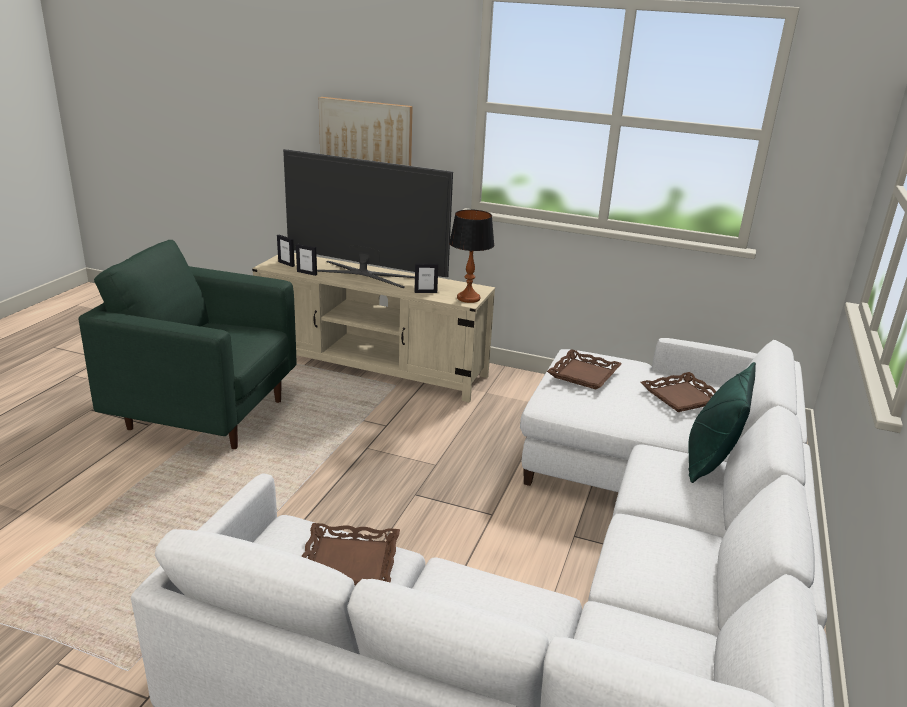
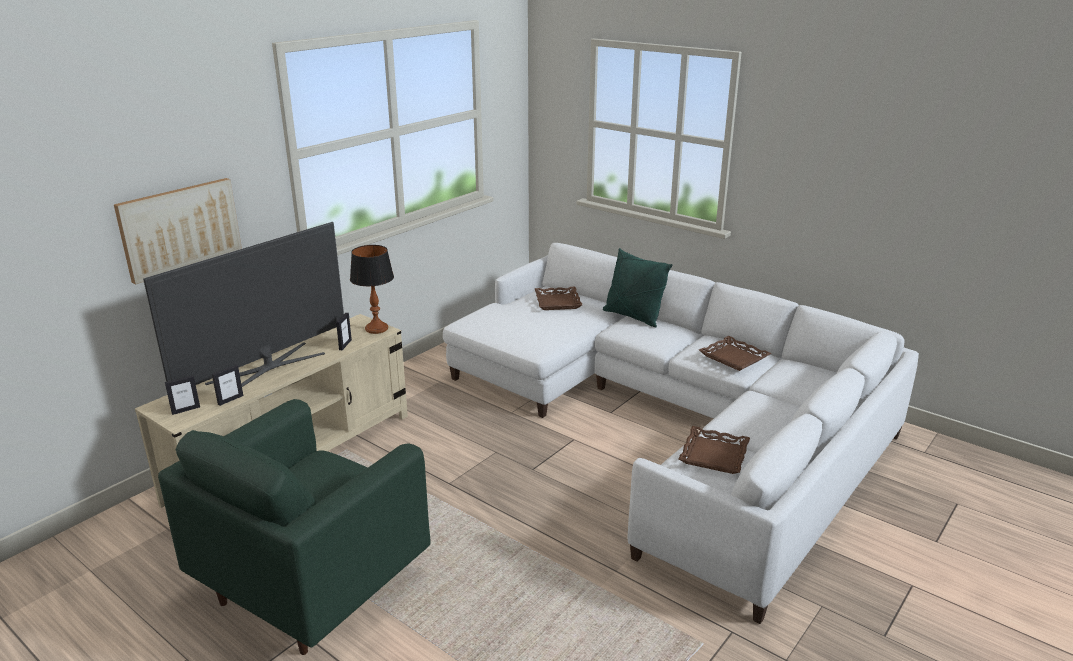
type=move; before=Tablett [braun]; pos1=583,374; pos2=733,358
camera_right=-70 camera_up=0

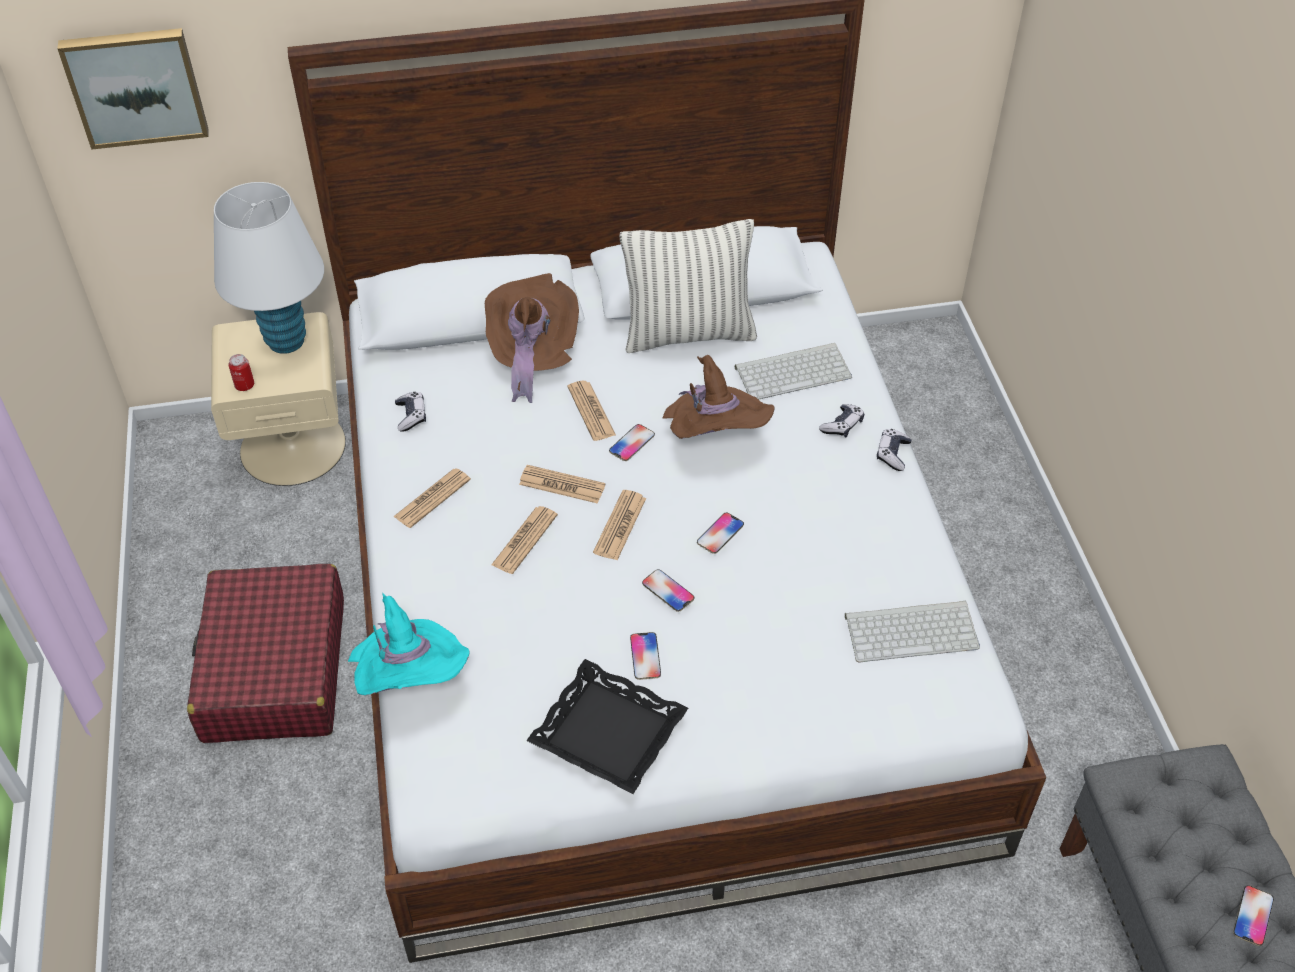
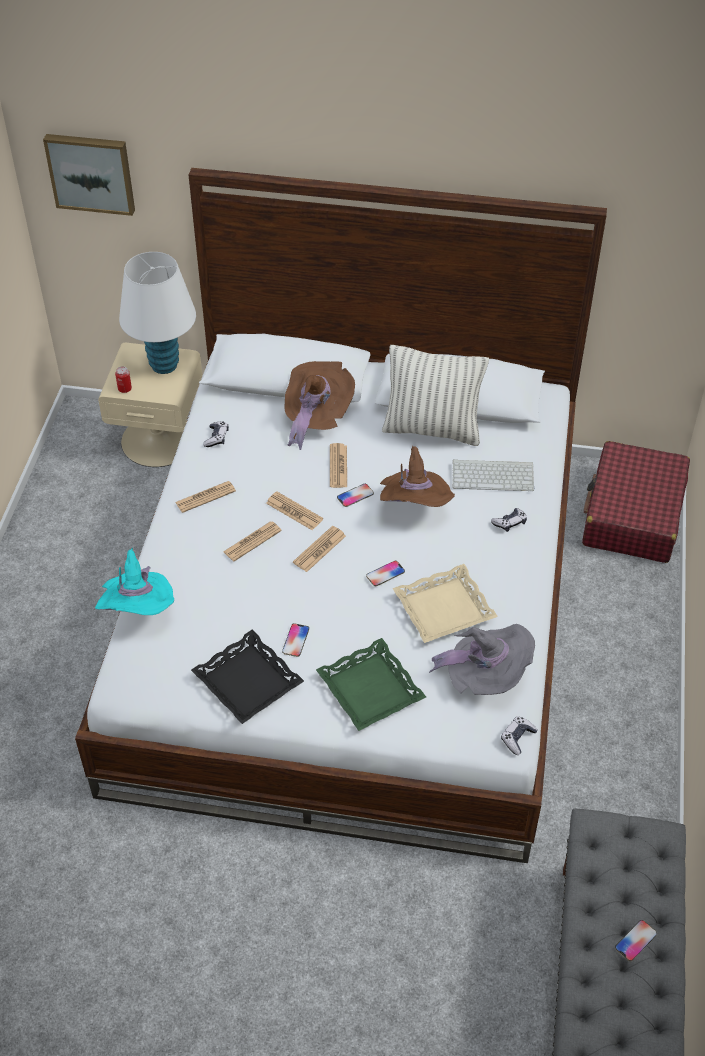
type=delete; before=Handy; pos1=668,591
type=insert; after=Tablett [grün]; pos2=369,689
type=insert; after=Tablett [beige]; pos2=444,608
type=move; before=Koffer [rot]; pos1=274,670; pos2=632,515
type=move; before=Gamepad; pos1=892,454; pos2=517,738
type=replace; before=Tastatur; after=Hut [grau]; pos1=912,630; pos2=486,677
camera_right=20 camera_up=0

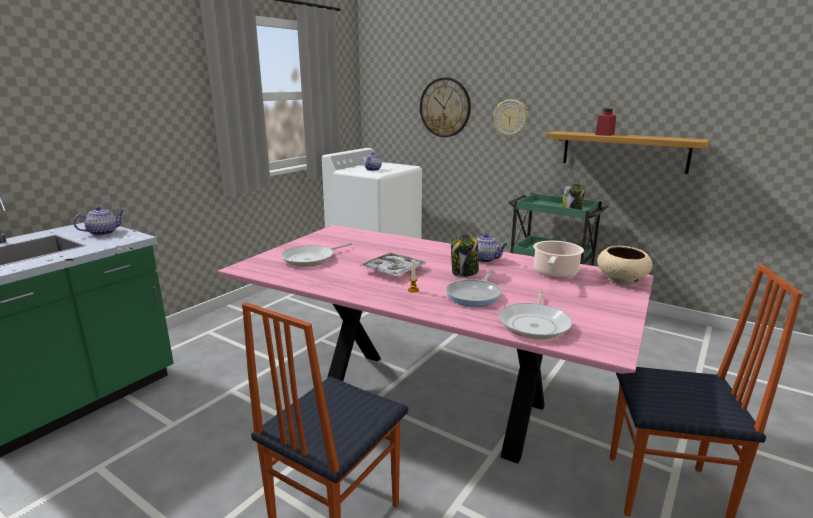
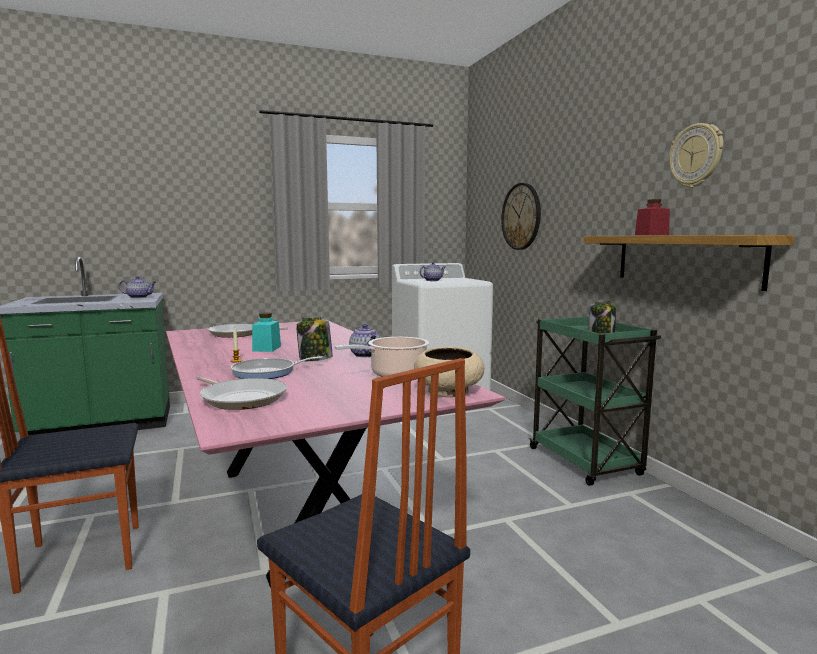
type=move; before=Wanduhr; pos1=511,118; pos2=696,156
type=replace; before=Tablett; after=Vorratsglas [türkis]; pos1=393,270; pos2=266,348
type=rotate; before=Pfanne; pos1=535,324; pos2=241,398; turn=-105
camera_right=35 camera_up=-10

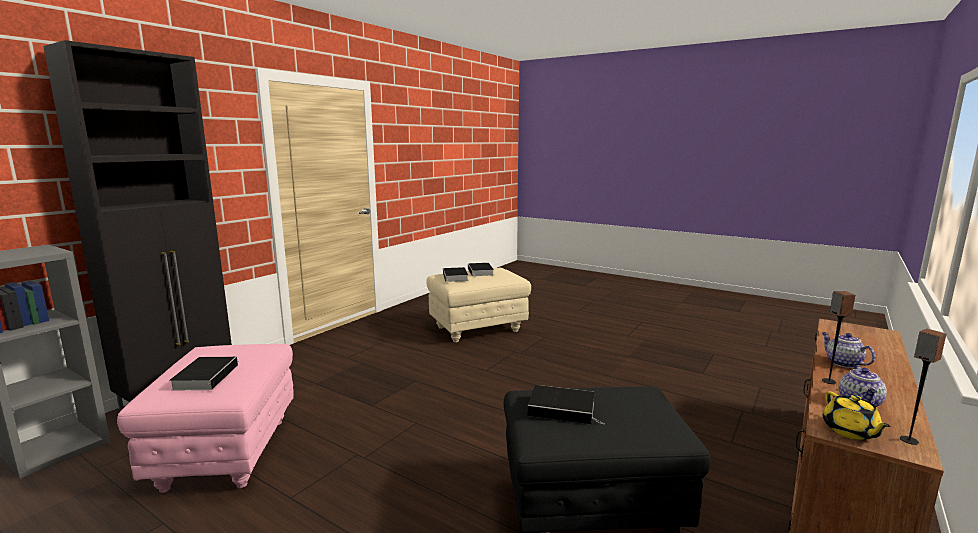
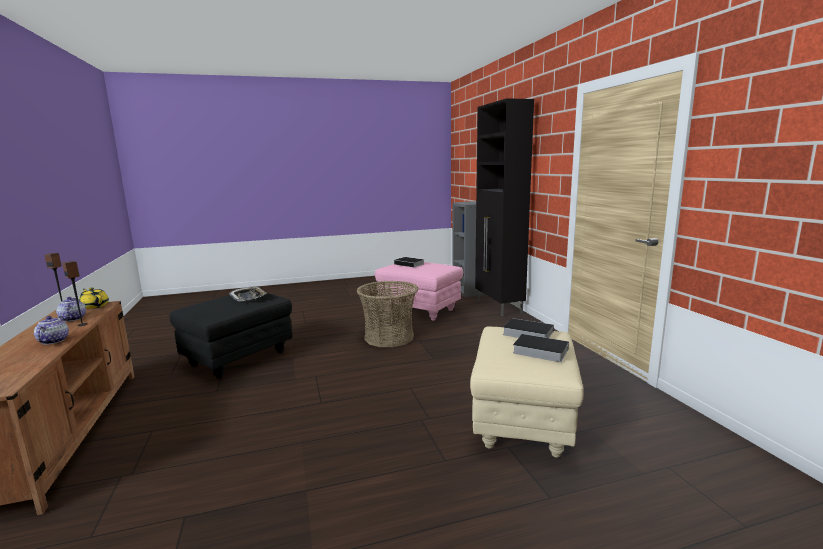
type=insert; after=Korb; pos2=389,337
type=replace; before=Buch; after=Tablett; pos1=564,409; pos2=248,297
type=rotate; before=Teekanne; pos1=842,363; pos2=53,341; turn=-120
camera_right=130 camera_up=0

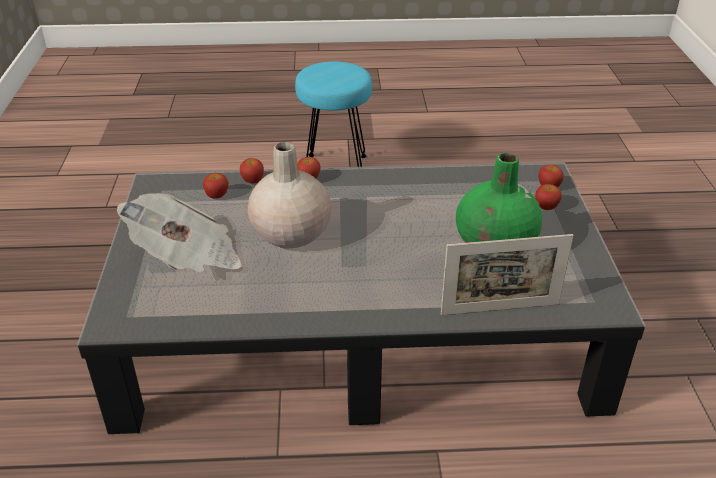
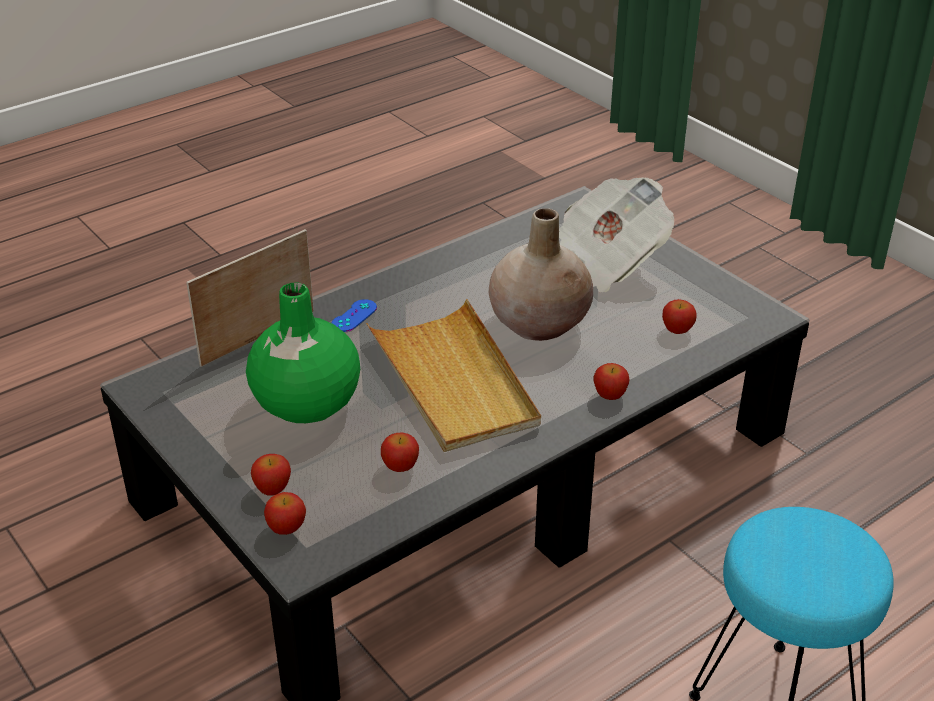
type=insert; after=Gamepad [blau]; pos2=354,316
type=insert; after=Tablett [beige]; pos2=453,381
type=move; before=Apfel; pos1=252,180; pos2=400,466
camera_right=145 camera_up=0

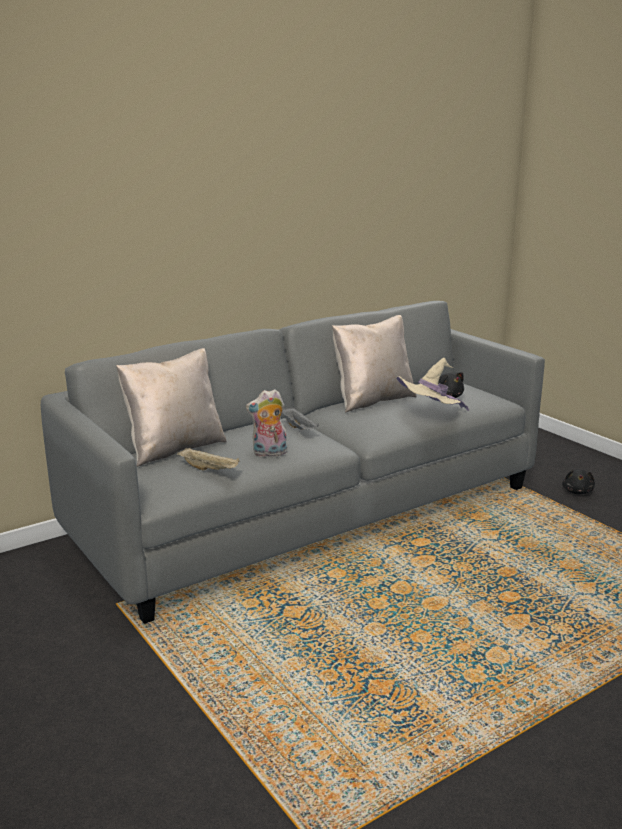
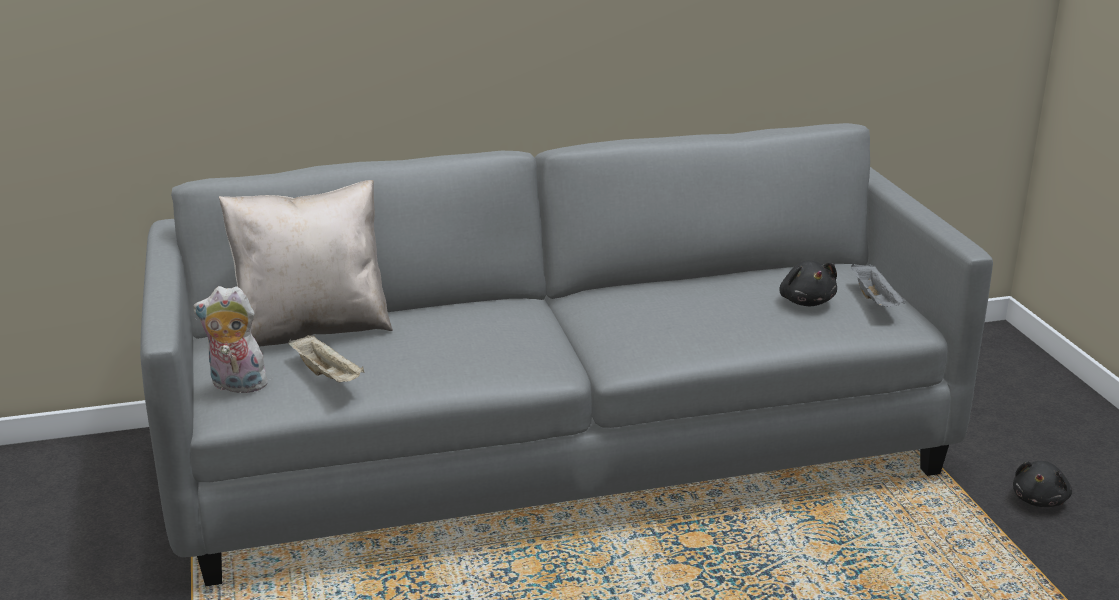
type=delete; before=Kissen [beige]; pos1=372,400
type=delete; before=Hut [beige]; pos1=429,416
type=move; before=Plüschtier; pos1=269,453; pos2=236,386
type=move; before=Tablett [grau]; pos1=299,428; pos2=875,300
camera_right=20 camera_up=5

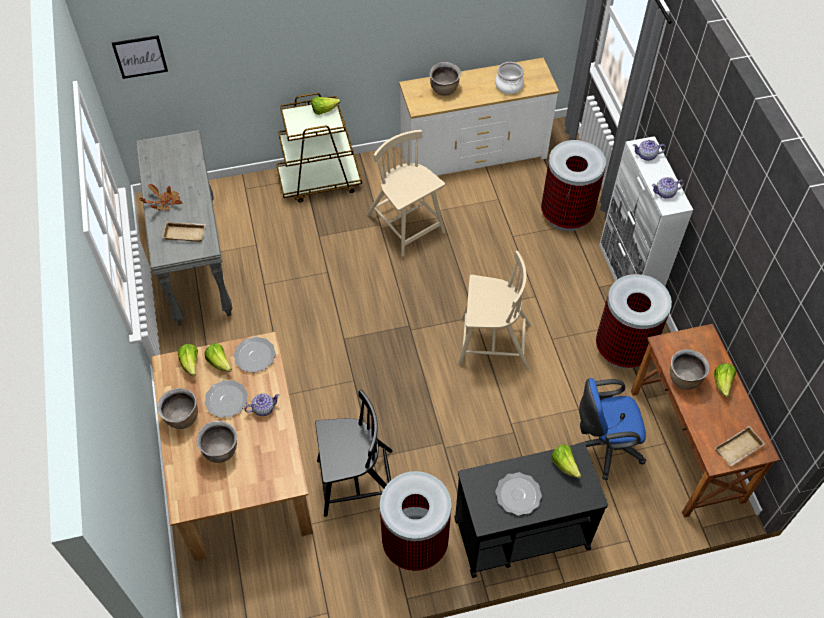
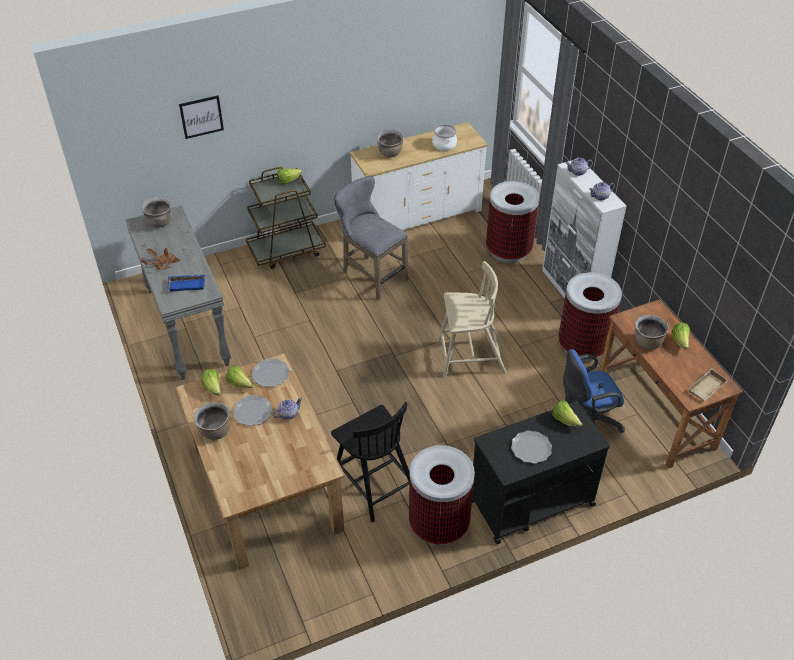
type=move; before=Bild; pos1=140,56; pos2=201,117
type=move; before=Kochtopf [braun]; pos1=221,450; pos2=160,222
type=replace; before=Stuhl [beige]; after=Hocker [grau]; pos1=406,225; pos2=371,275
type=recolor; before=Tablett [beige]; after=Tablett [blau]; pos1=185,233; pos2=187,284
type=rotate; before=Stuhl [schwarz]; pos1=356,482; pos2=374,483; turn=75
camera_right=-10 camera_up=-10

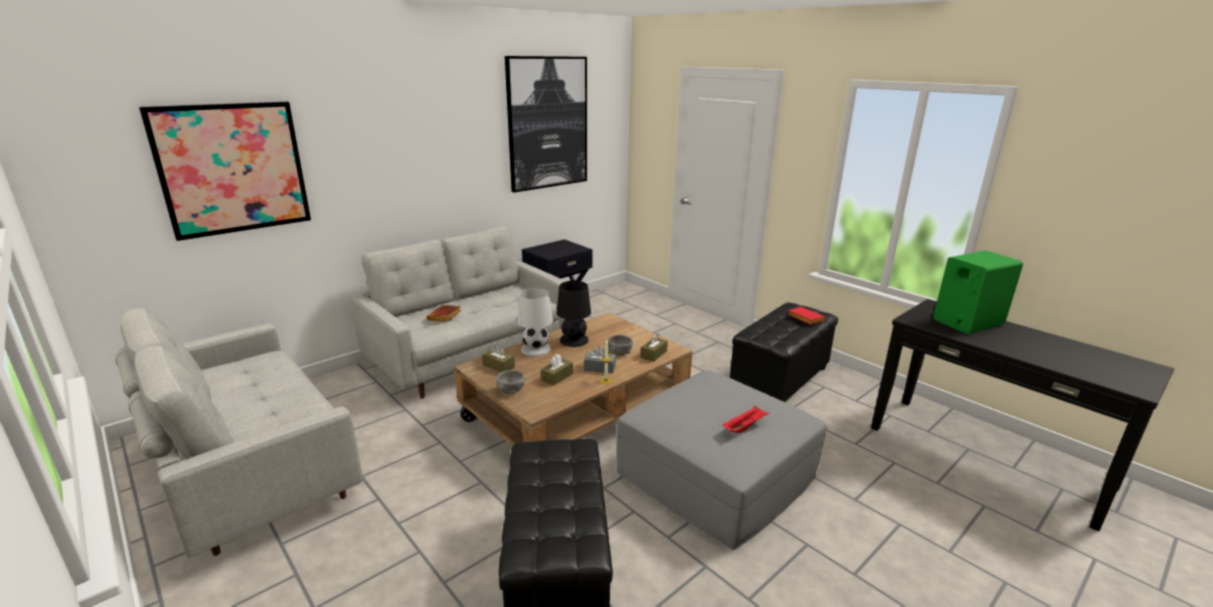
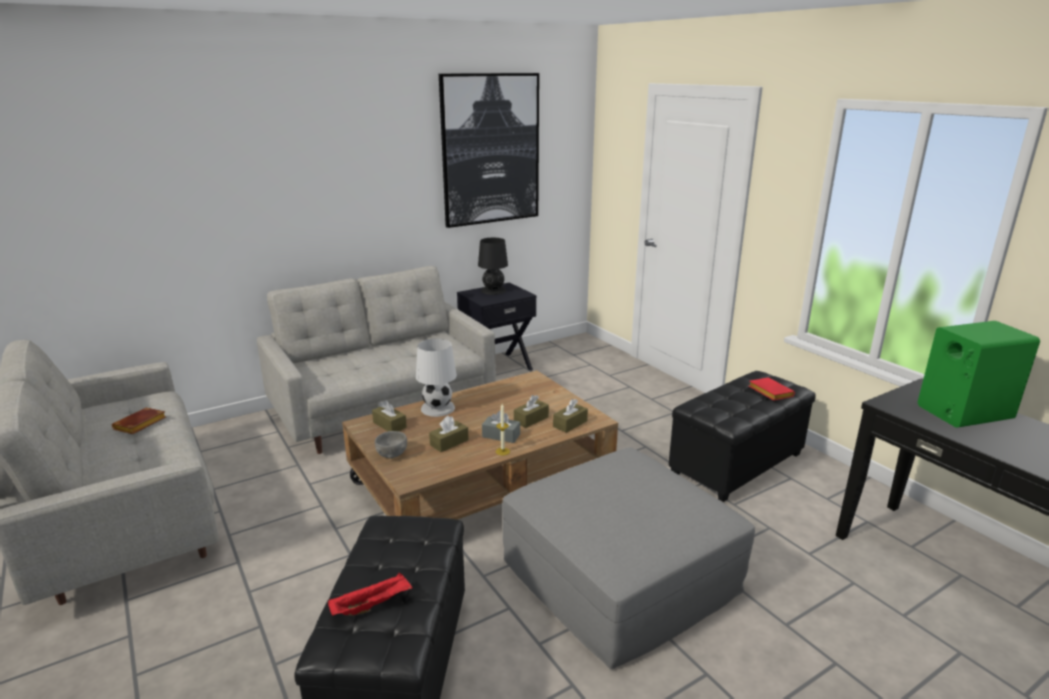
type=delete; before=Bild; pos1=233,168
type=move; before=Buch [braun]; pos1=445,316; pos2=140,425
type=move; before=Tischlampe [schwarz]; pos1=574,340; pos2=493,290
type=move; before=Tablett [rot]; pos1=745,427; pos2=372,605
type=replace; before=Schüssel [grau]; after=Taschentuchbox [braun]; pos1=619,353; pos2=531,419
camera_right=10 camera_up=0

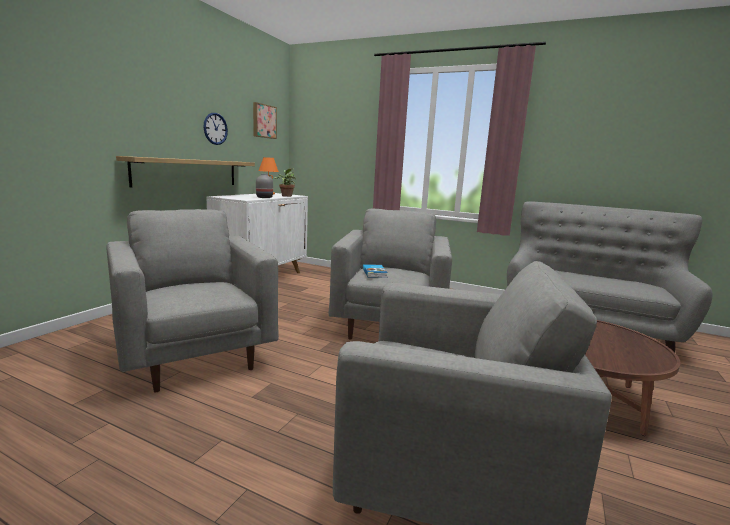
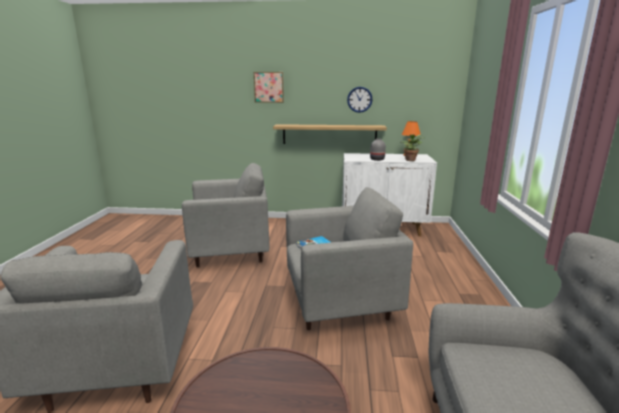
type=move; before=Bild; pos1=263,121; pos2=269,87
type=rotate; before=Sessel [grau]; pos1=195,356; pos2=231,253; turn=45
camera_right=70 camera_up=5

